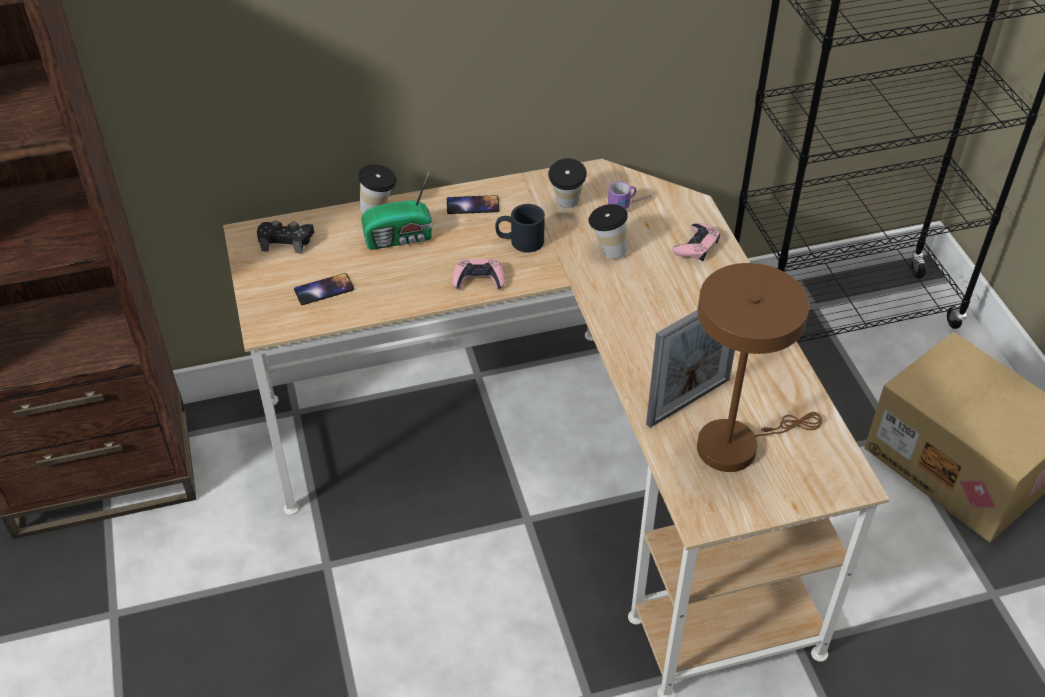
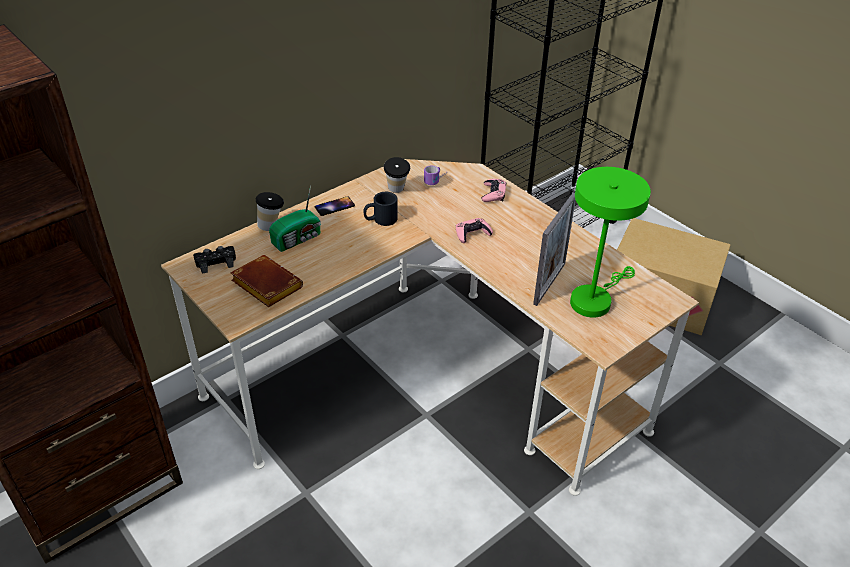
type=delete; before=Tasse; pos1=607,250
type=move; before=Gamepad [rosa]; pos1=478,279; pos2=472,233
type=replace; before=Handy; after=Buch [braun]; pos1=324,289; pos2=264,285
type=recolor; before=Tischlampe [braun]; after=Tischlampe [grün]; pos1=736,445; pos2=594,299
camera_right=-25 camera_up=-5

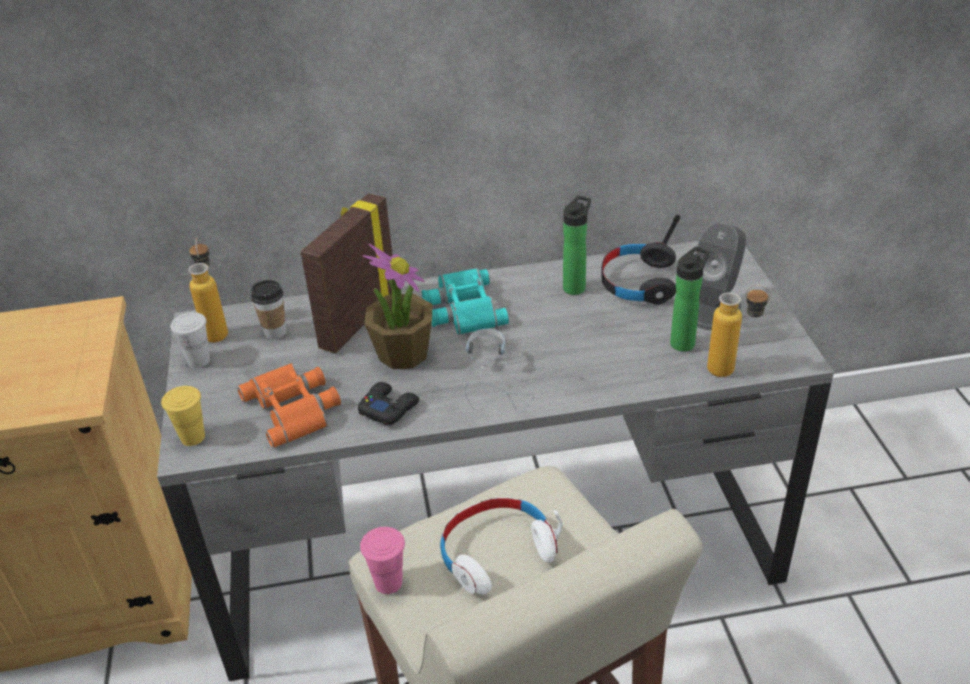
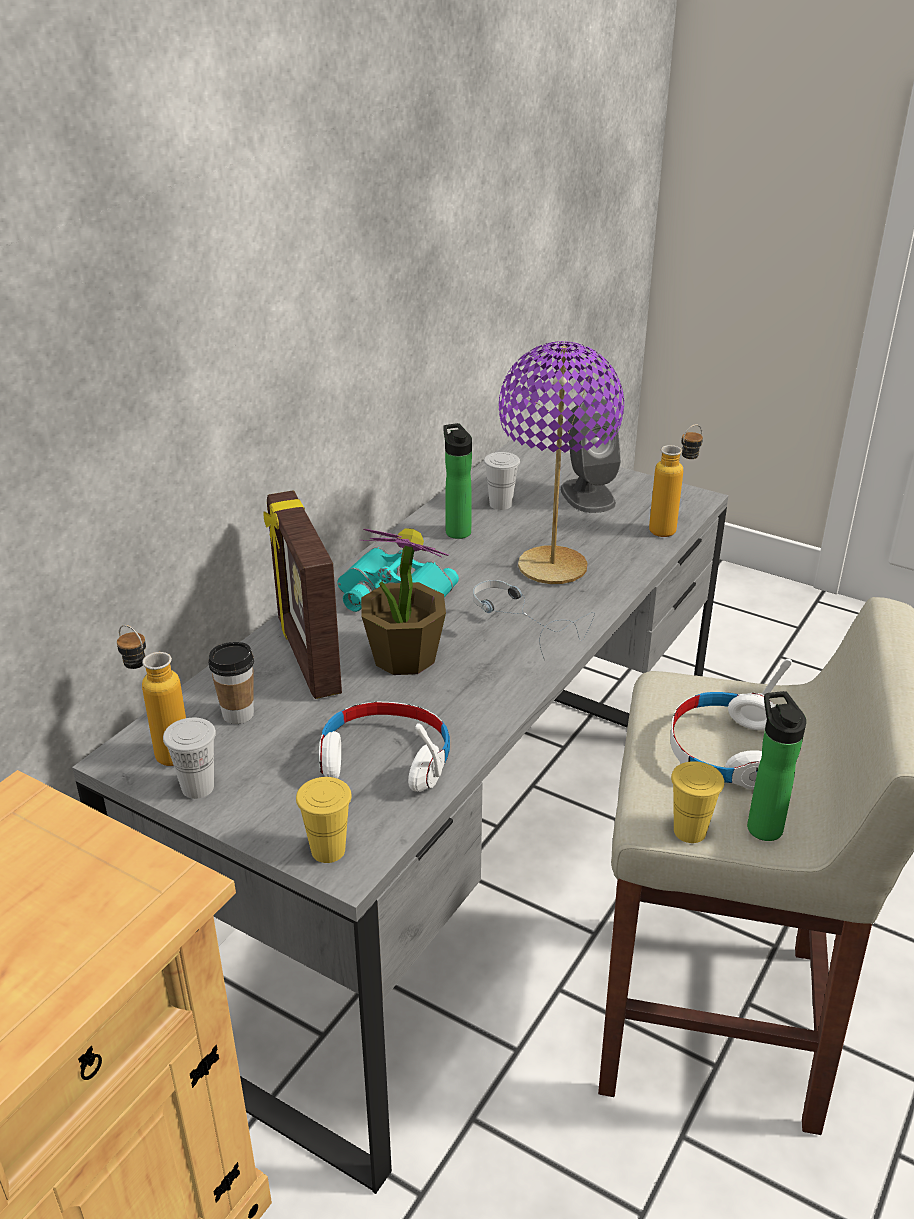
type=delete; before=Gamepad [schwarz]; pos1=388,408
type=insert; after=Tischlampe [lila]; pos2=551,568
type=move; before=Flasche; pos1=684,342; pos2=762,825
type=replace; before=Fernglas [orange]; after=Kopfhörer [weiß]; pos1=294,408; pos2=385,759
type=replace; before=Kopfhörer [schwarz]; after=Tasse [weiß]; pos1=638,283; pos2=500,504
type=recolor; before=Tasse [rosa]; after=Tasse [gelb]; pos1=388,583; pos2=689,831
camera_right=-50 camera_up=-5

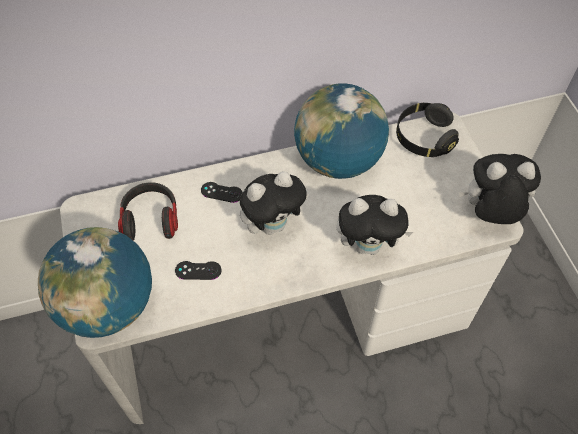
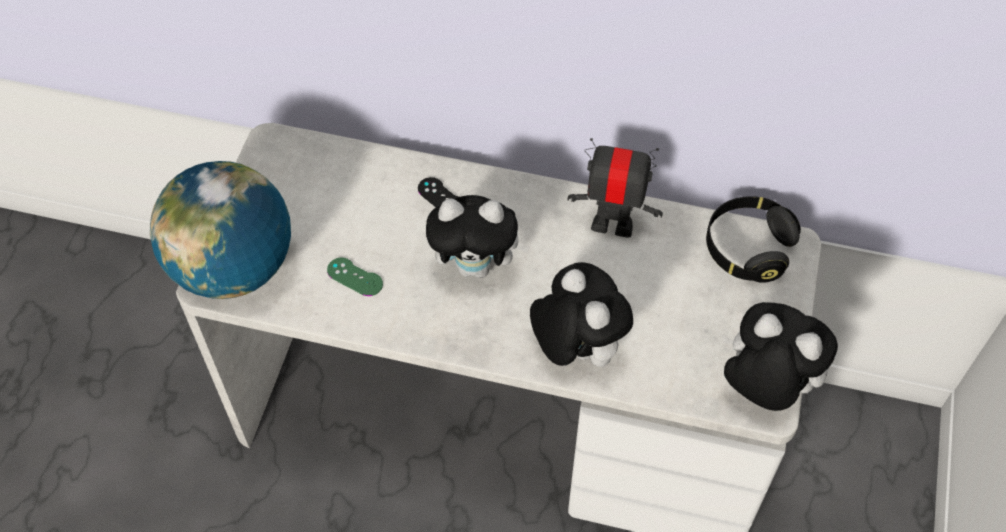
type=delete; before=Kopfhörer; pos1=151,219
type=replace; before=Globus; after=Spielzeugroboter; pos1=338,160; pos2=612,225
type=recolor; before=Gamepad [schwarz]; after=Gamepad [grün]; pos1=198,270; pos2=355,277
type=rotate; before=Plüschtier; pos1=368,245; pos2=575,348; turn=-150
camera_right=30 camera_up=0

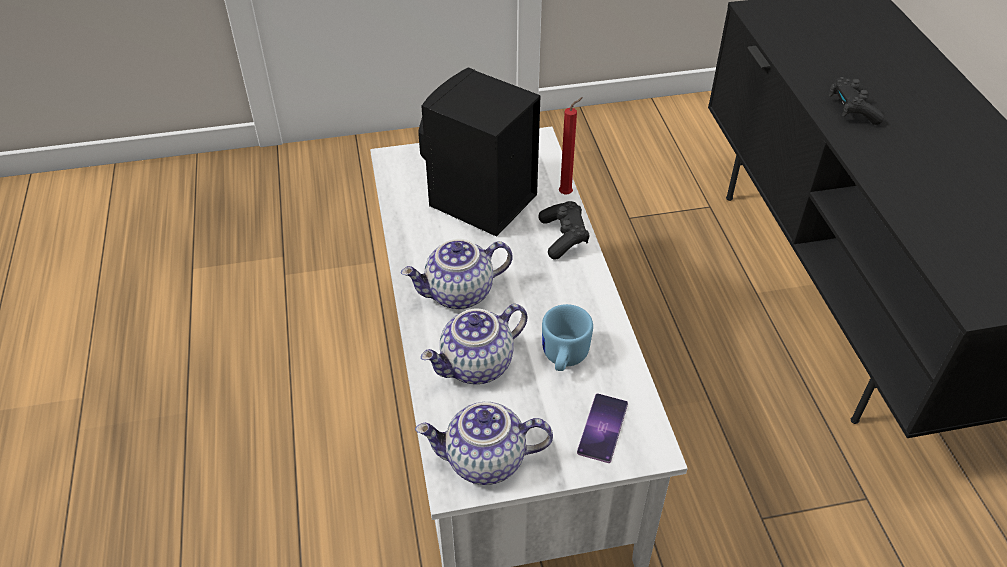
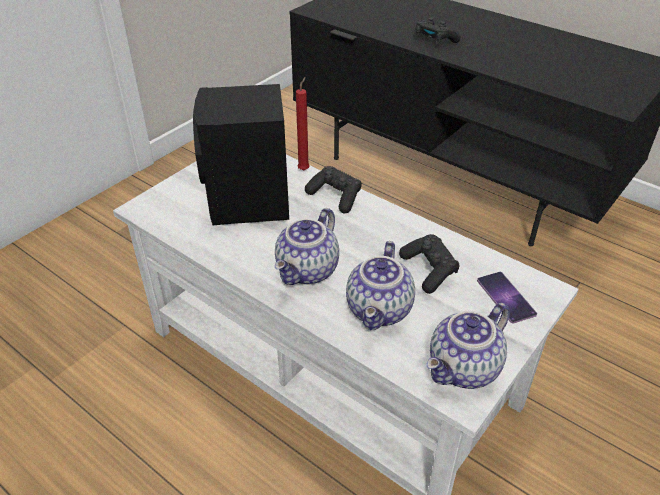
type=replace; before=Henkelbecher [blau]; after=Gamepad [schwarz]; pos1=563,358; pos2=429,270
camera_right=-40 camera_up=-5

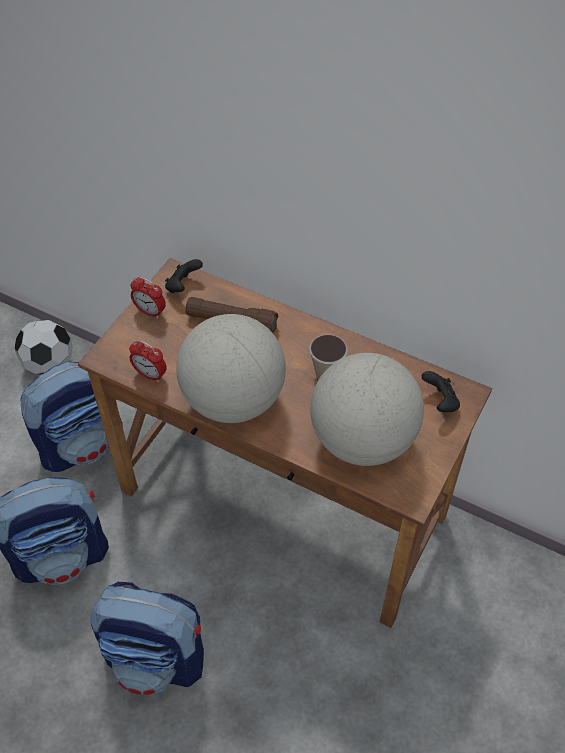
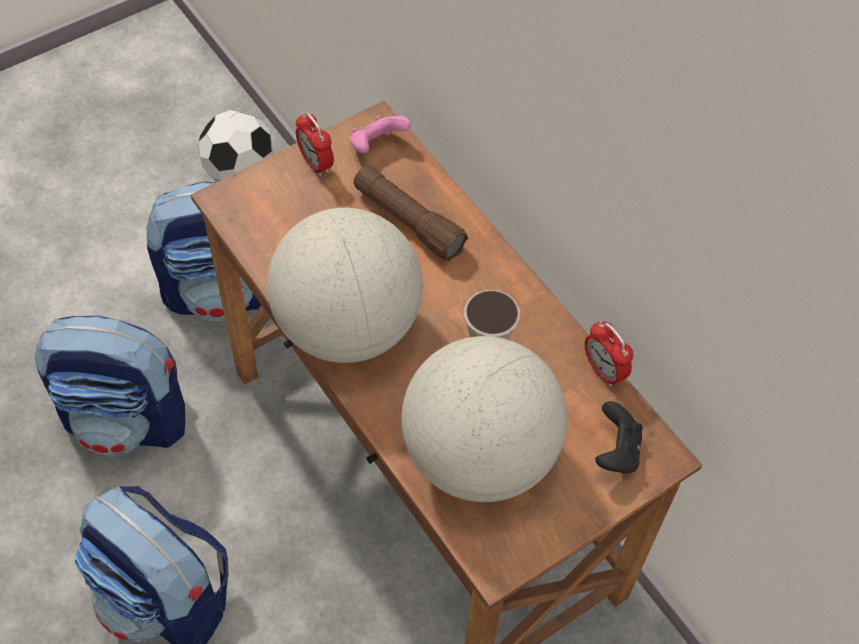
type=move; before=Wecker; pos1=150,375; pos2=603,370
type=recolor; before=Gamepad [schwarz]; after=Gamepad [rosa]; pos1=183,286; pos2=377,146
camera_right=25 camera_up=5

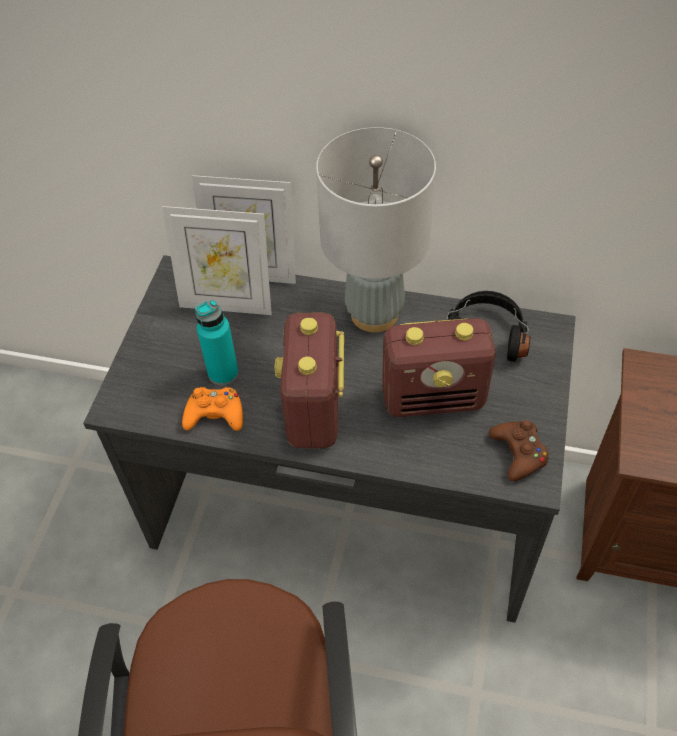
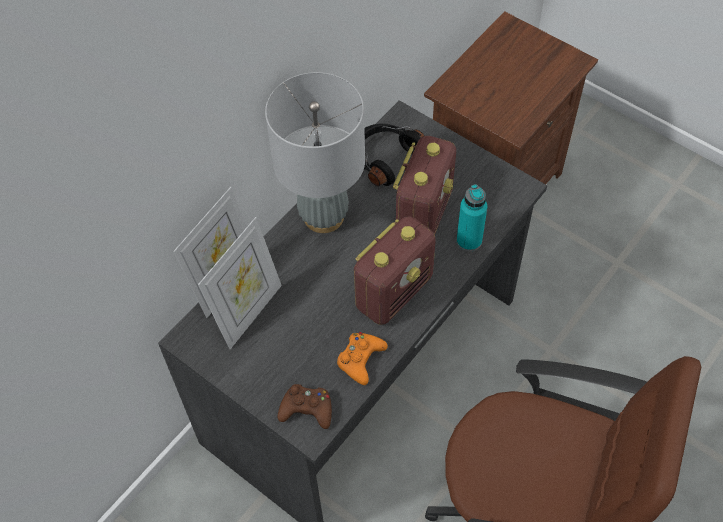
type=move; before=Flasche [türkis]; pos1=223,373; pos2=469,240
type=move; before=Gamepad [braun]; pos1=519,453; pos2=307,409
type=rotate; before=Radio; pos1=314,411; pos2=394,291; turn=-75
camera_right=-65 camera_up=5

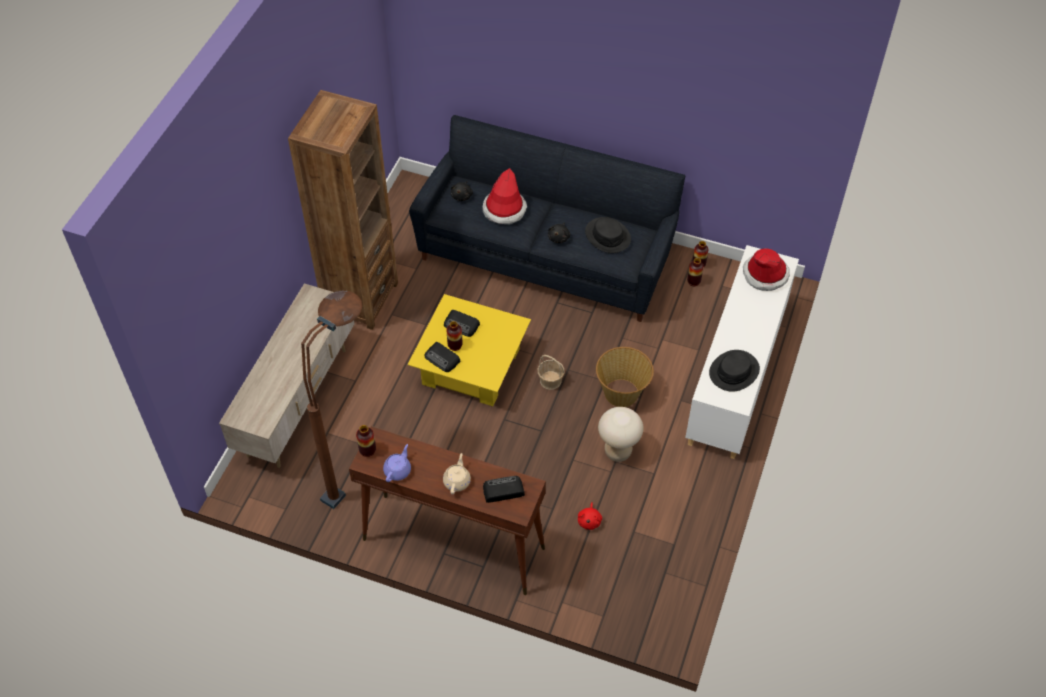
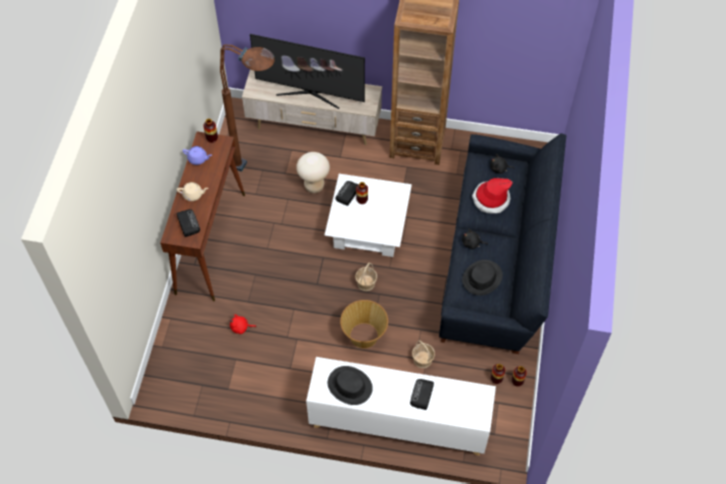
type=delete; before=Hut; pos1=765,274
type=insert; after=Fernseher; pos2=310,93
type=insert; after=Korb; pos2=422,360
type=move; before=Radio; pos1=462,325; pos2=422,395
type=move; before=Hocker [beige]; pos1=618,452; pos2=314,186
type=recolor; before=Couchtisch [gelb]; after=Couchtisch [weiß]; pos1=471,366; pos2=368,227
camera_right=80 camera_up=5

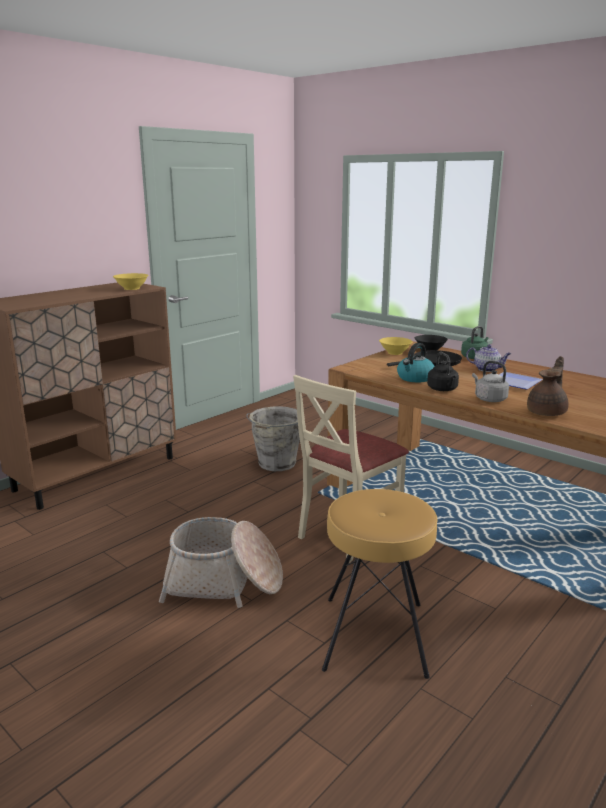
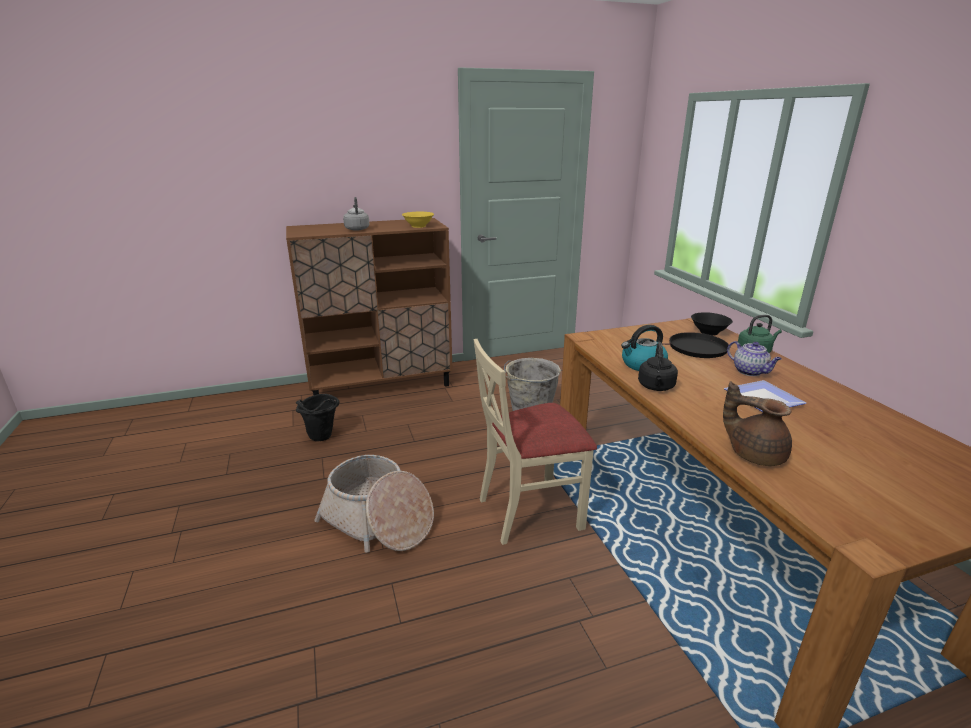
type=delete; before=Hocker [braun]; pos1=375,635
type=delete; before=Schüssel [gelb]; pos1=395,353
type=insert; after=Eimer [schwarz]; pos2=322,438
type=move; before=Wasserkessel [grau]; pos1=489,399; pos2=357,229
type=rotate; before=Teekanne [braun]; pos1=547,412; pos2=754,454; turn=-120
camera_right=30 camera_up=5

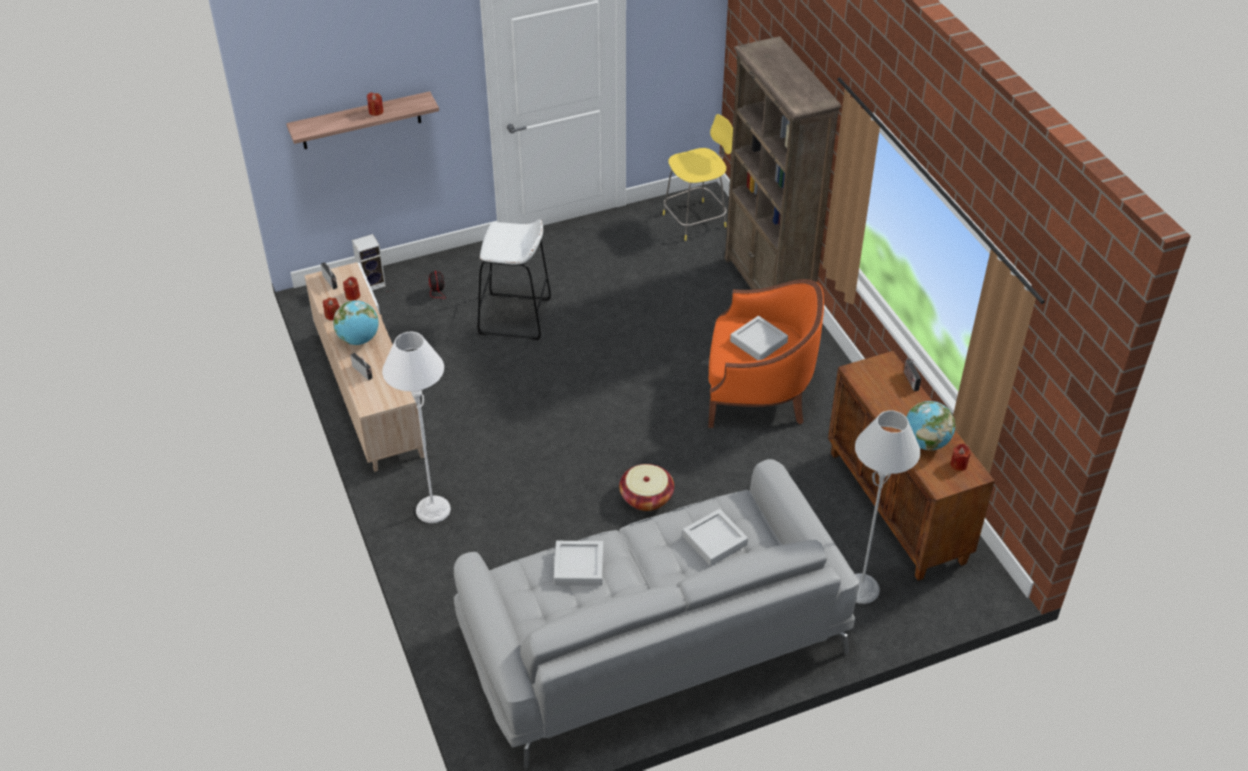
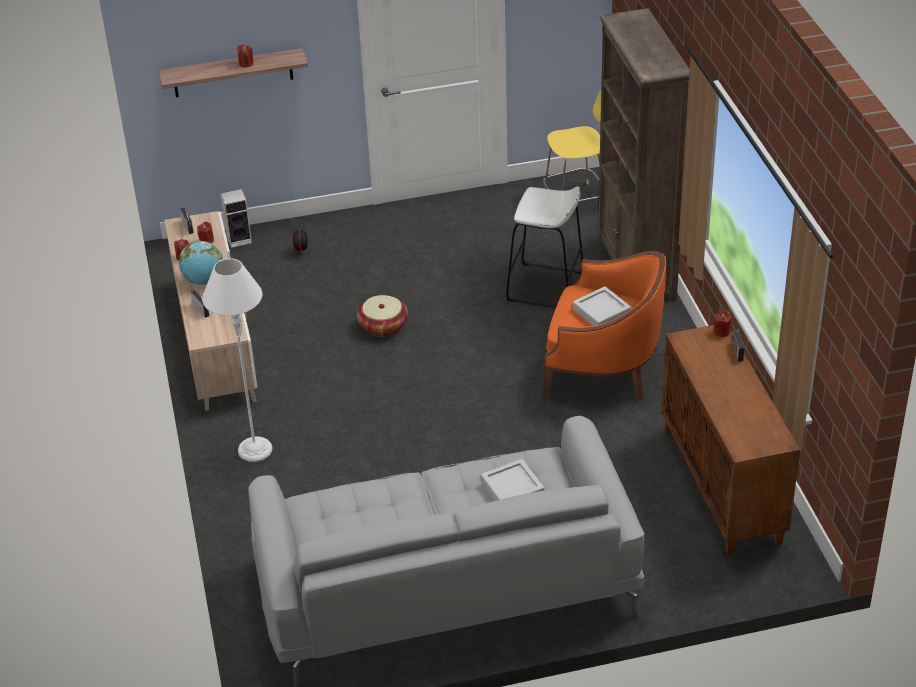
type=delete; before=Tablett [grau]; pos1=579,566
type=delete; before=Stehlampe [grau]; pos1=861,589
type=delete; before=Globus; pos1=926,442
type=move; before=Hocker [weiß]; pos1=515,316; pos2=545,287
type=move; before=Korb; pos1=646,497; pos2=383,326
type=move; before=Kerze [rot]; pos1=958,464; pos2=722,331
camera_right=10 camera_up=-5

